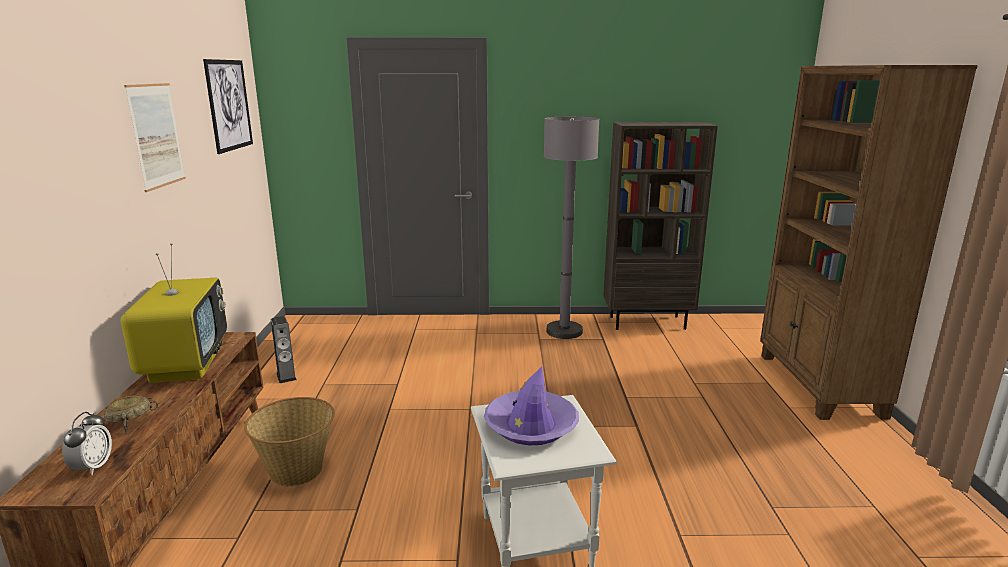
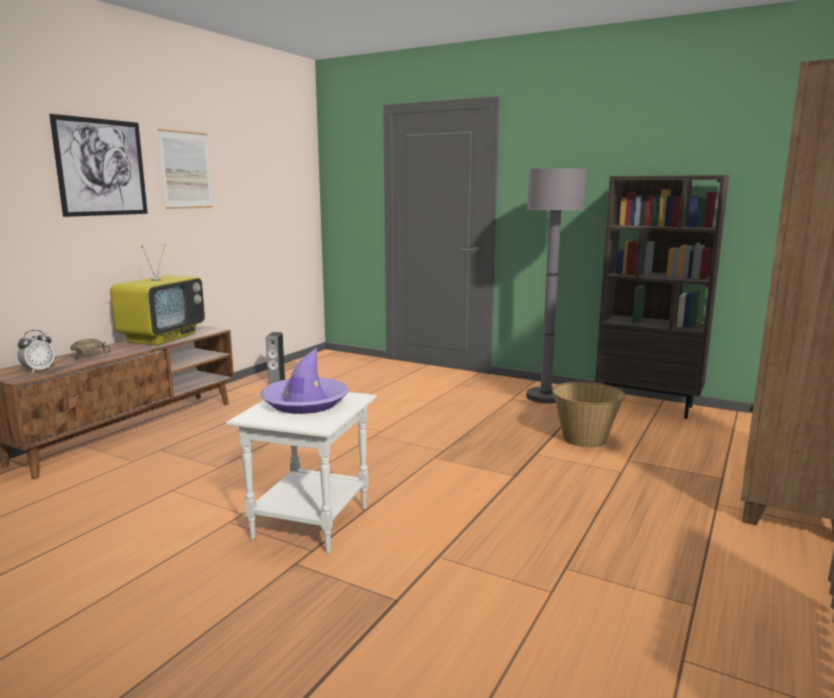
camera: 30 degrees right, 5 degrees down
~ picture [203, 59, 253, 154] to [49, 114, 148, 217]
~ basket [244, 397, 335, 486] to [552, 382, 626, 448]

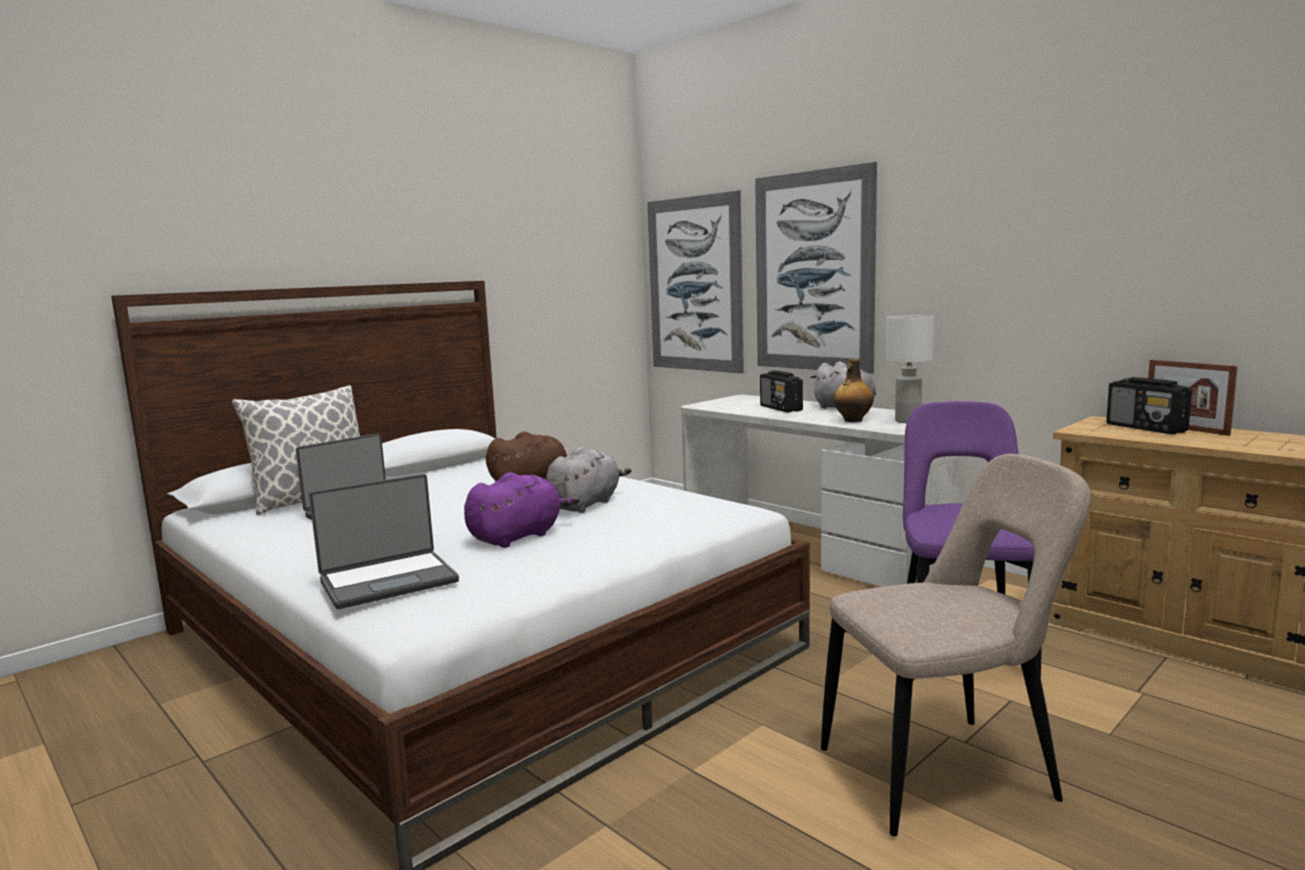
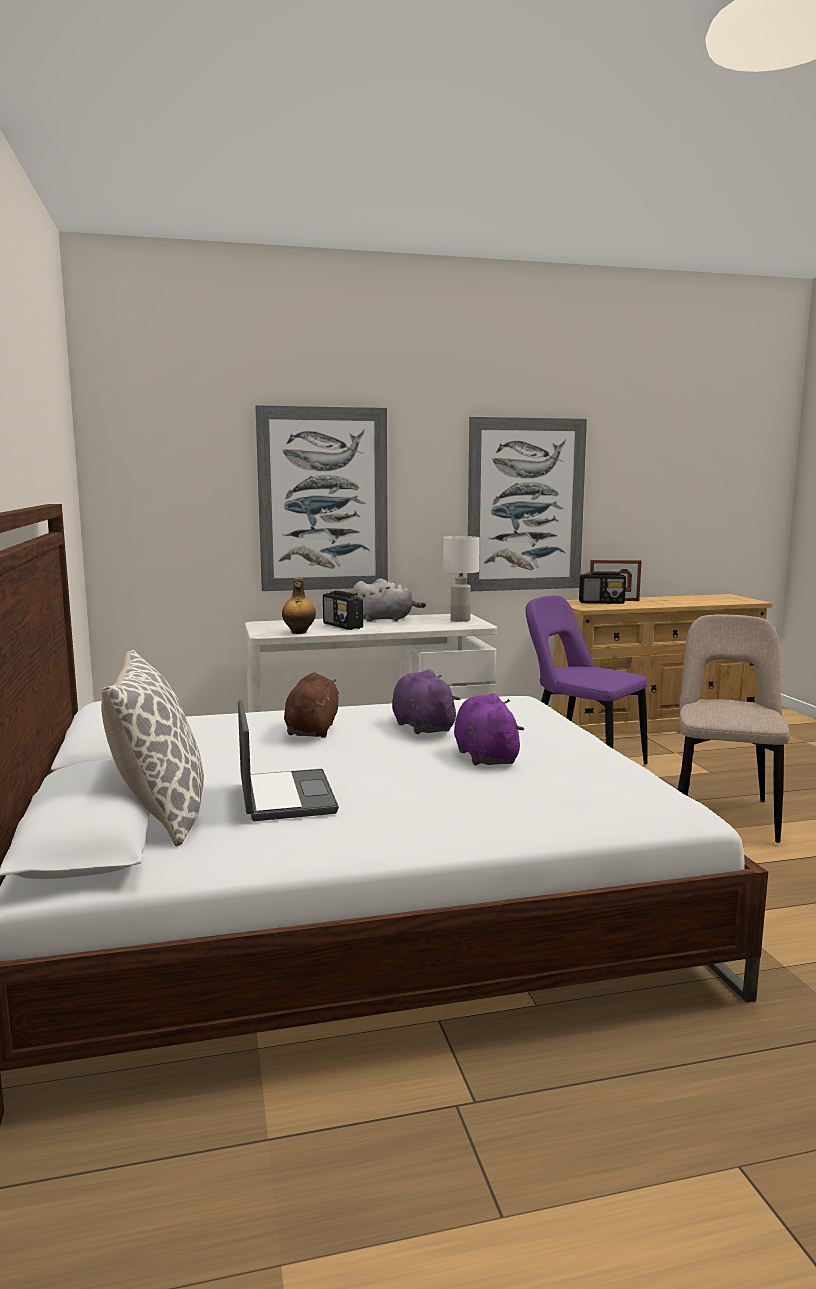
camera: 60 degrees left, 0 degrees up
~ picture [647, 190, 744, 373] to [467, 417, 587, 591]
~ bottle [834, 359, 874, 422] to [282, 578, 316, 634]
~ radio [760, 370, 803, 412] = [323, 590, 363, 630] 45 degrees clockwise
~ grey plush toy [546, 447, 632, 513] to purple plush toy [392, 670, 461, 734]
- laptop [309, 474, 459, 609]

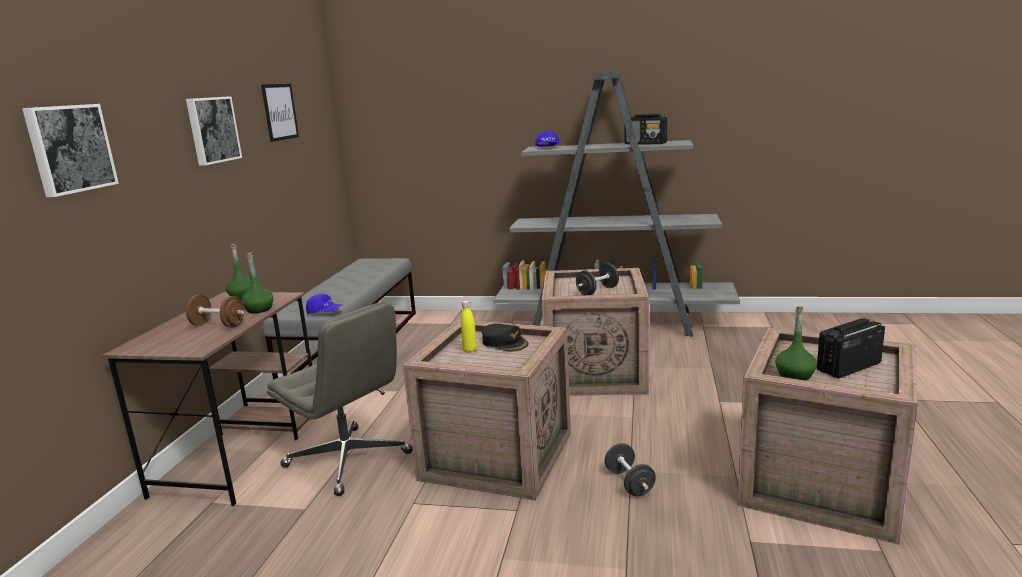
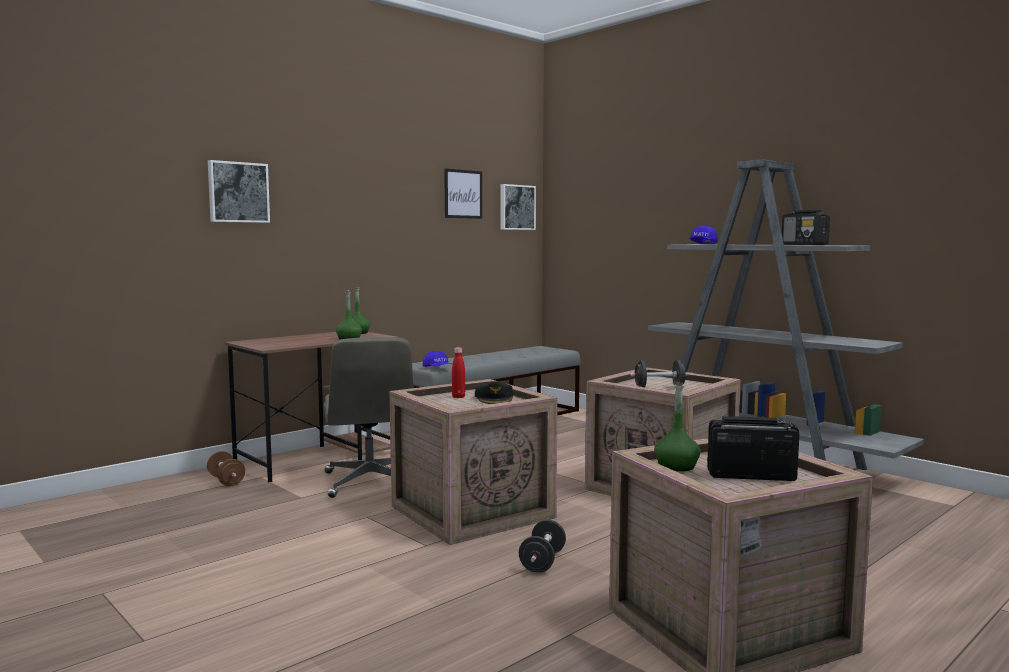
camera: 35 degrees right, 10 degrees down
~ picture [186, 96, 242, 166] to [501, 184, 536, 230]
~ brown dumbbell [186, 295, 245, 328] to [207, 451, 245, 486]
~ yellow bottle [461, 300, 477, 353] to red bottle [452, 347, 465, 398]

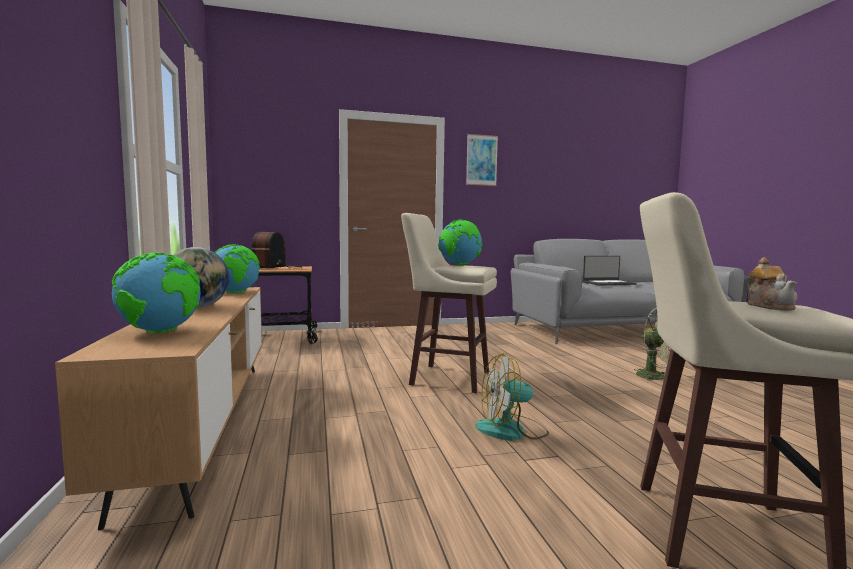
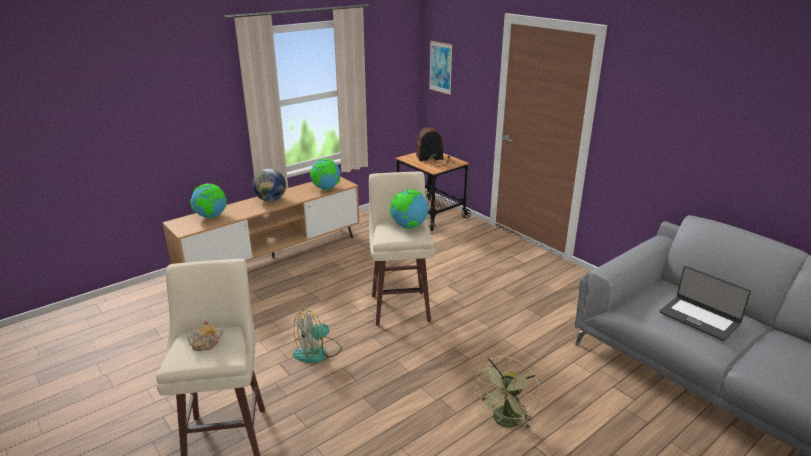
camera: 65 degrees right, 20 degrees up
~ picture [466, 134, 498, 186] to [429, 41, 453, 95]
~ fan [476, 353, 549, 441] = [293, 309, 342, 363] 90 degrees counterclockwise

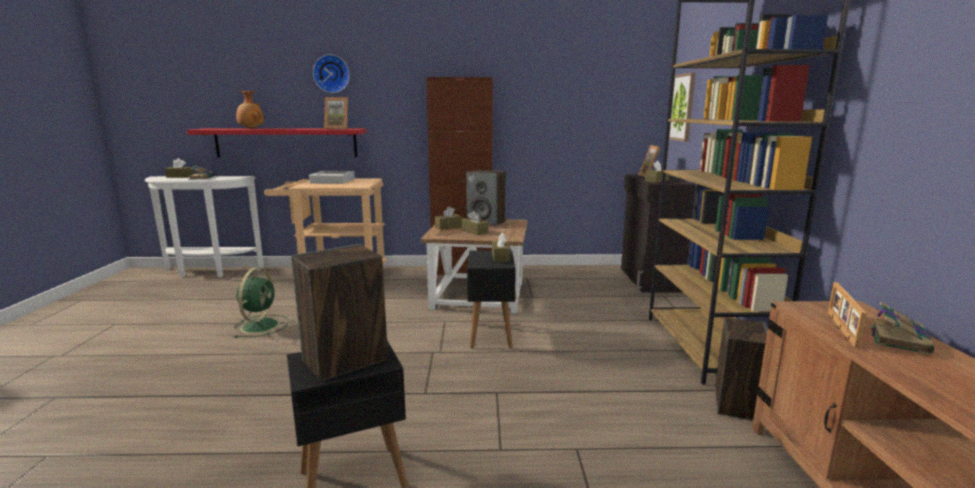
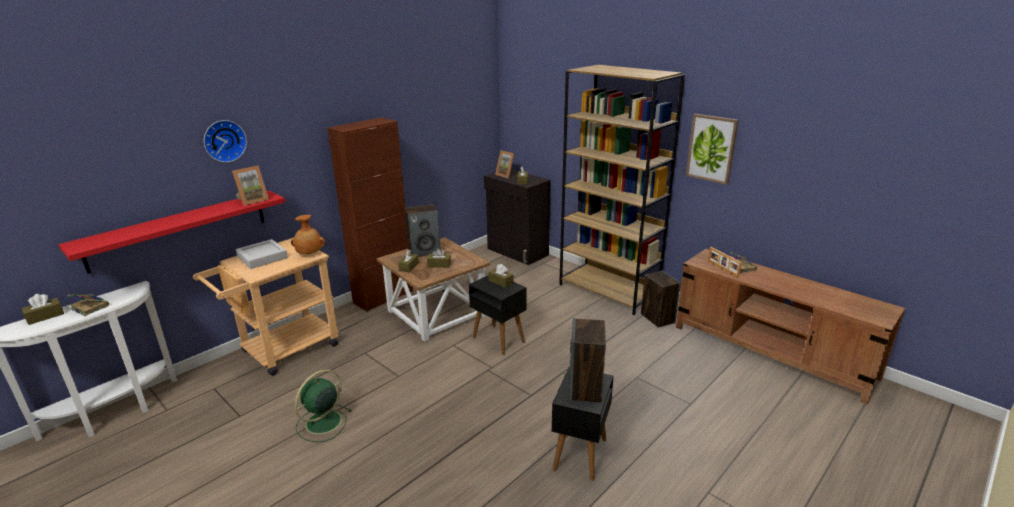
camera: 45 degrees left, 10 degrees up
~ picture [669, 72, 696, 142] to [686, 114, 739, 185]
~ brown vase [236, 91, 264, 129] to [291, 215, 325, 254]
~ green fan [233, 267, 289, 338] = [294, 370, 352, 442] 105 degrees counterclockwise

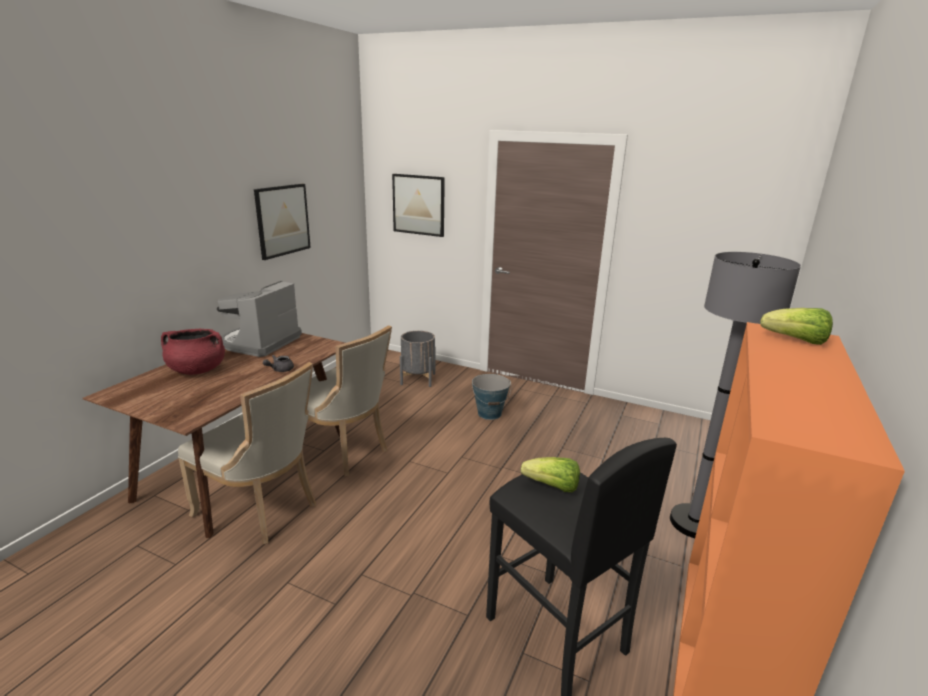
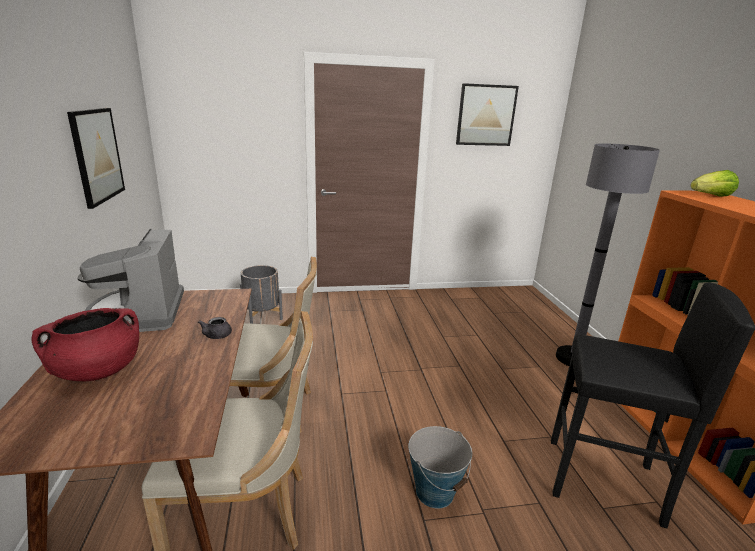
camera: 35 degrees left, 0 degrees up
~ picture [392, 174, 445, 237] to [456, 83, 519, 146]
~ bucket [472, 374, 511, 420] to [409, 426, 472, 509]
- lettuce [521, 457, 580, 492]

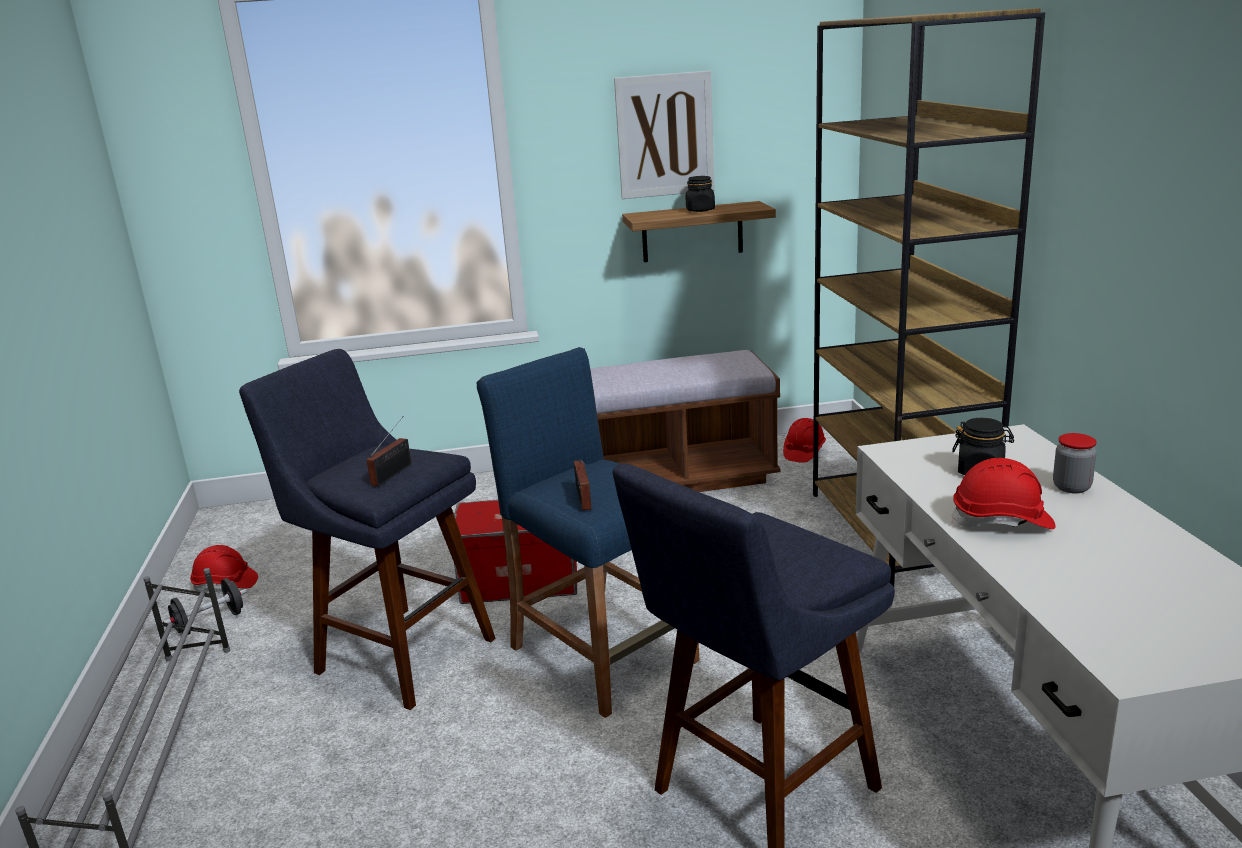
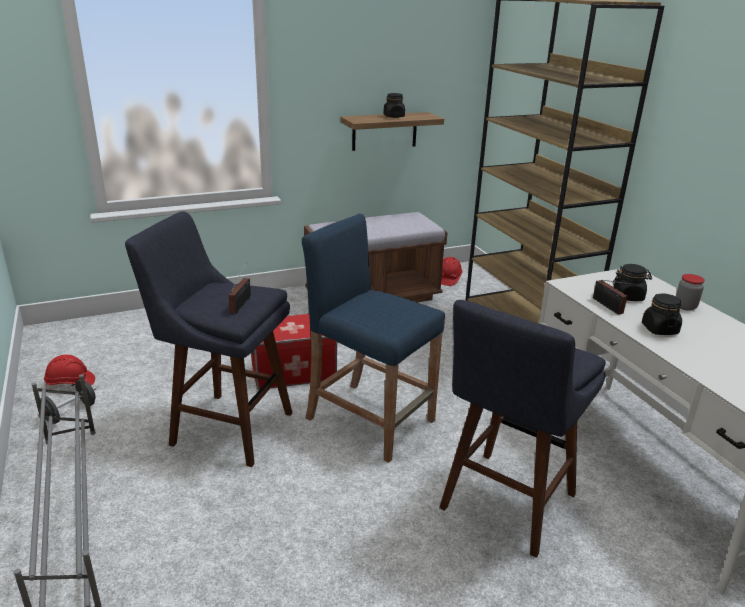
camera: 15 degrees left, 5 degrees up
- picture [614, 71, 715, 199]
~ red hard hat [952, 458, 1056, 529] to black jar [642, 293, 682, 335]
~ radio [574, 460, 591, 511] to [593, 280, 630, 315]

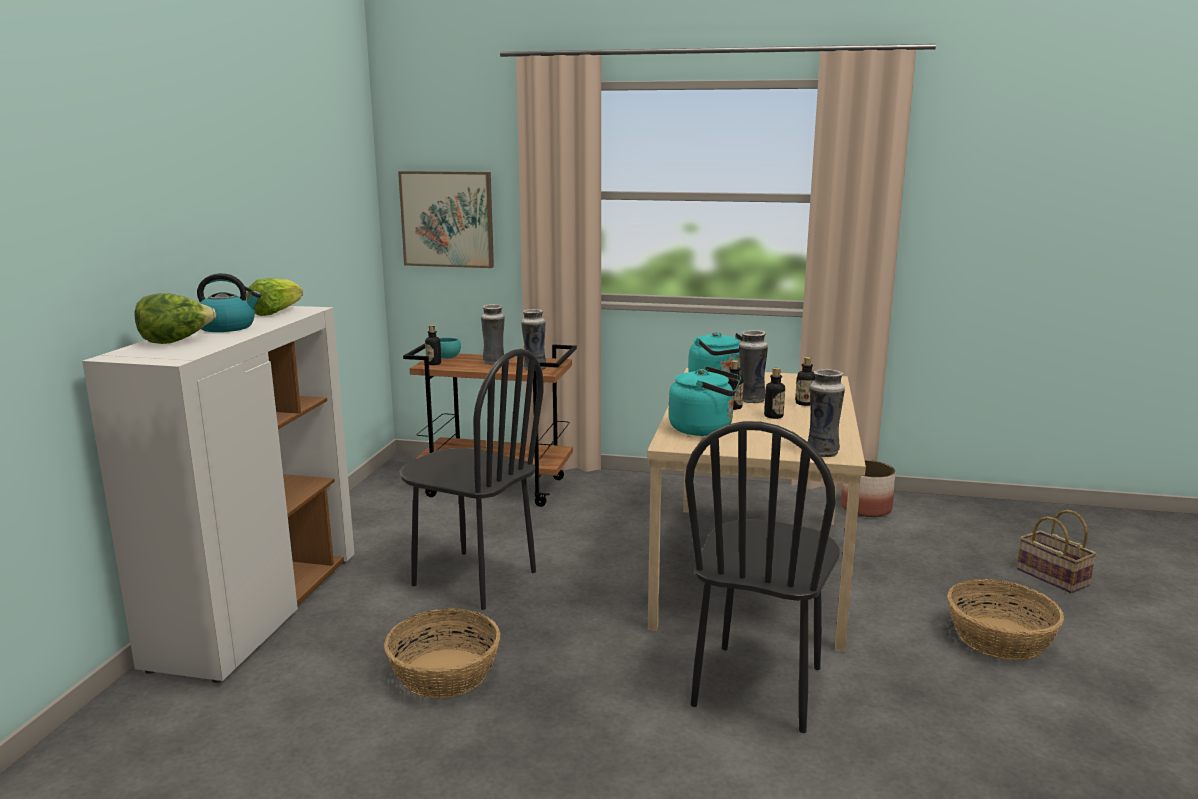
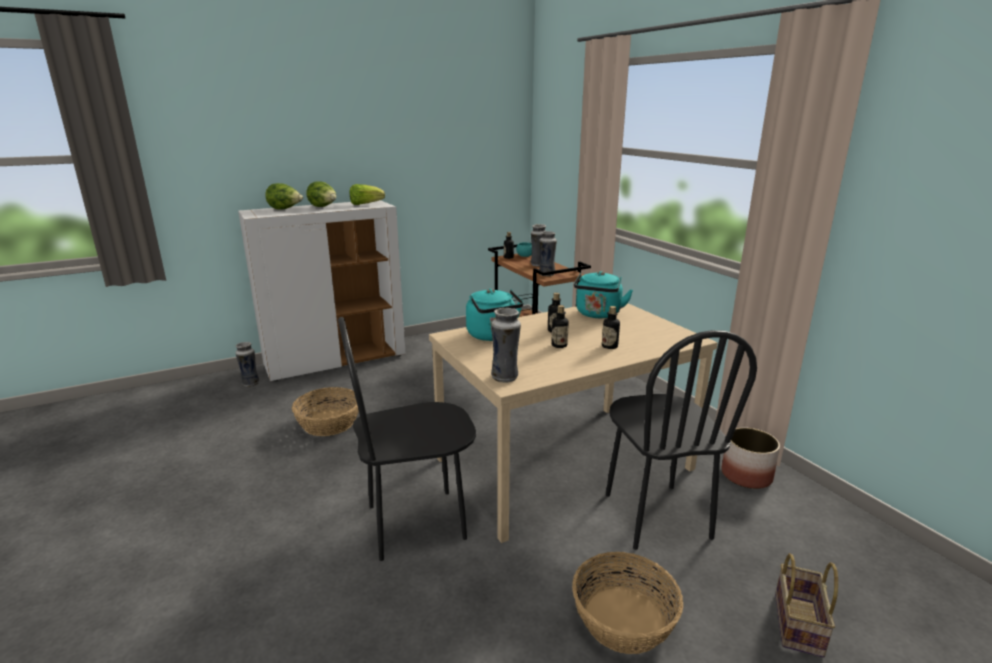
camera: 50 degrees right, 5 degrees up
- picture [398, 171, 494, 268]
~ kettle [197, 273, 261, 332] to lettuce [307, 181, 337, 207]
~ vase [739, 330, 768, 403] to [236, 342, 259, 387]
~ black chair [399, 349, 544, 610] to [606, 330, 757, 550]

